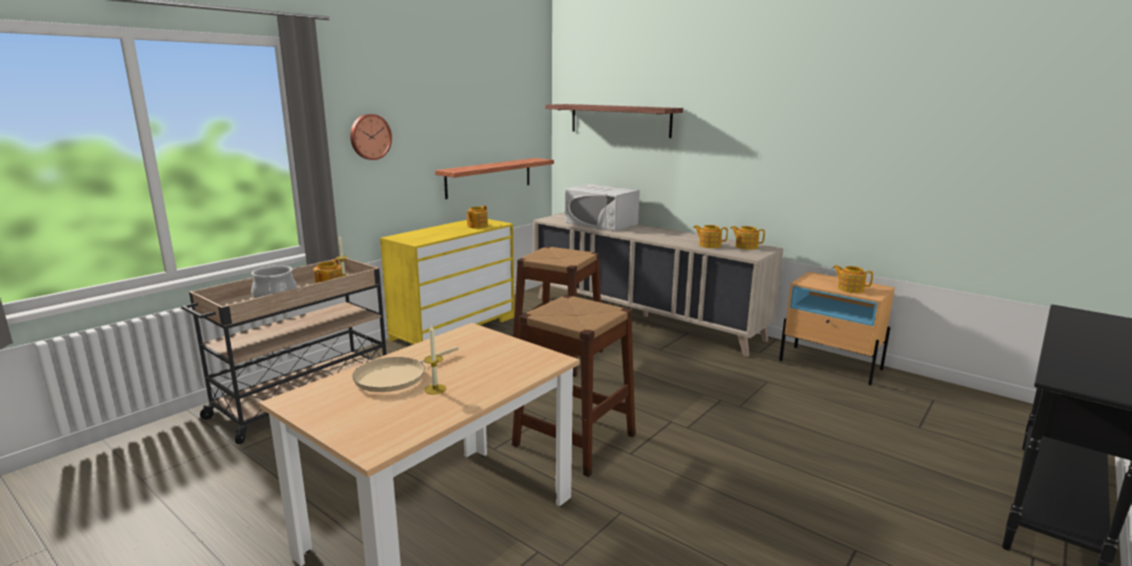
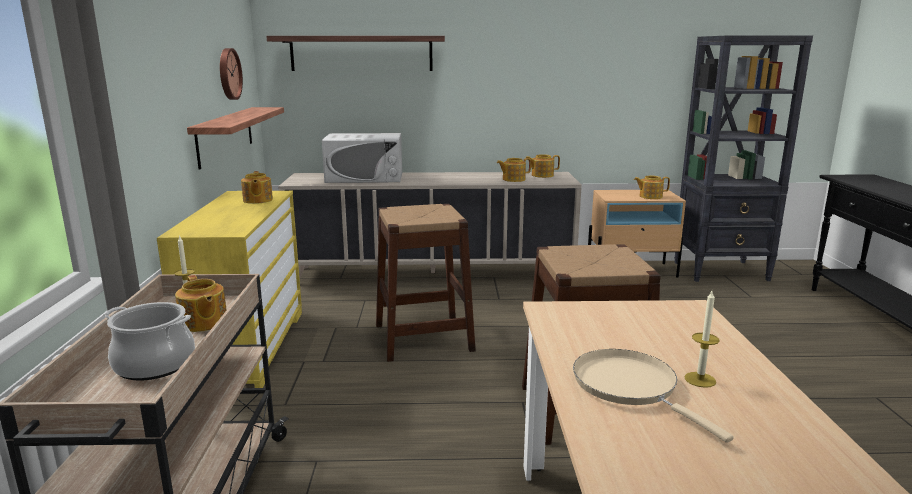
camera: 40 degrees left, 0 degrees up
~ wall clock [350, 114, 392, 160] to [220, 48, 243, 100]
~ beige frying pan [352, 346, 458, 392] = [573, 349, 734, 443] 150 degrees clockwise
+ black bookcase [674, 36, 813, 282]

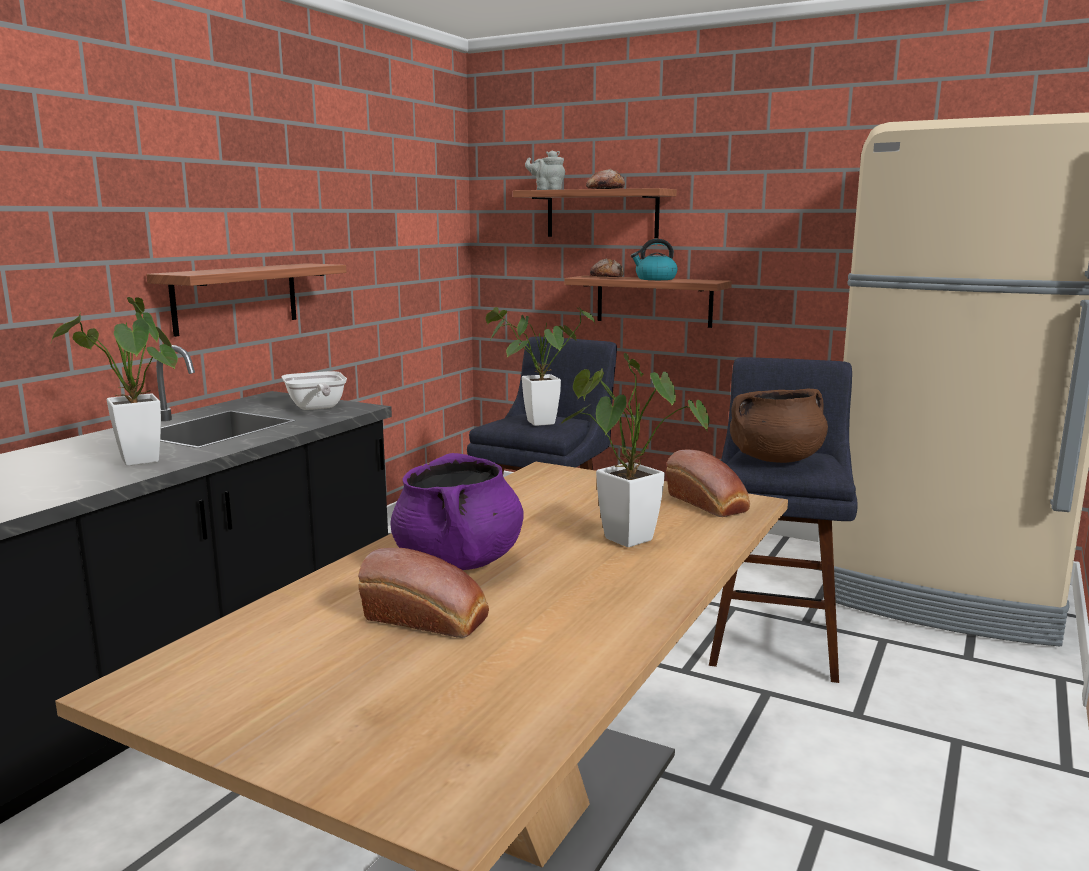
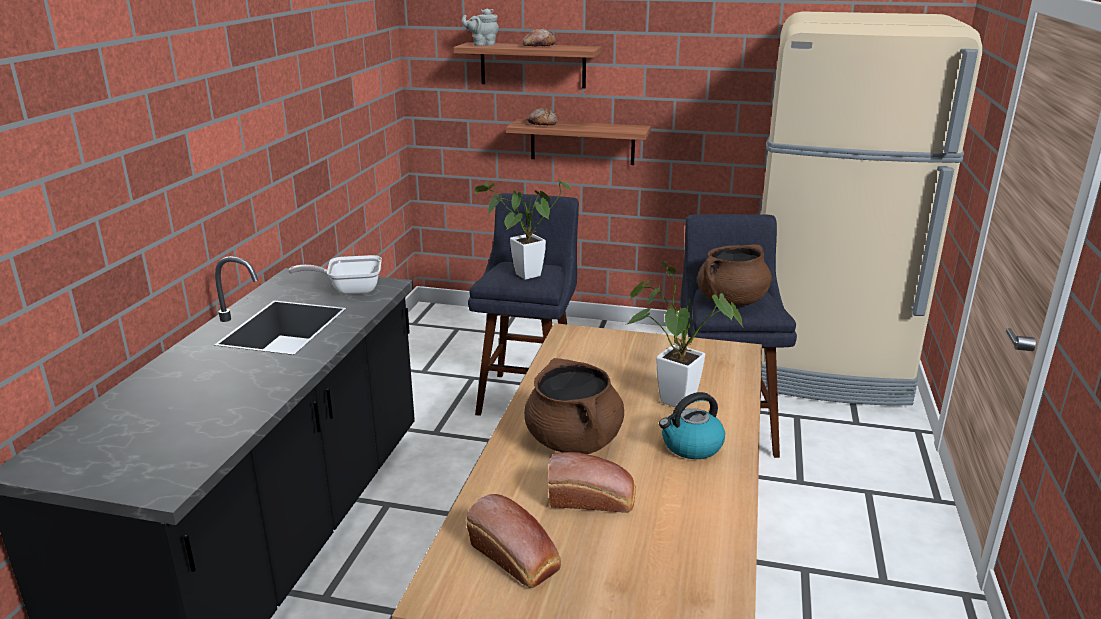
camera: 15 degrees left, 10 degrees up
~ kettle [631, 239, 678, 280] to [659, 392, 725, 459]
- shelf [146, 263, 346, 337]
- potted plant [52, 297, 178, 466]
~ frying pan [282, 371, 347, 410] = [288, 255, 382, 295] 120 degrees clockwise
~ bread [666, 450, 750, 517] to [467, 494, 561, 588]
~ purple cooking pot [390, 453, 524, 570] to brown cooking pot [524, 358, 624, 454]

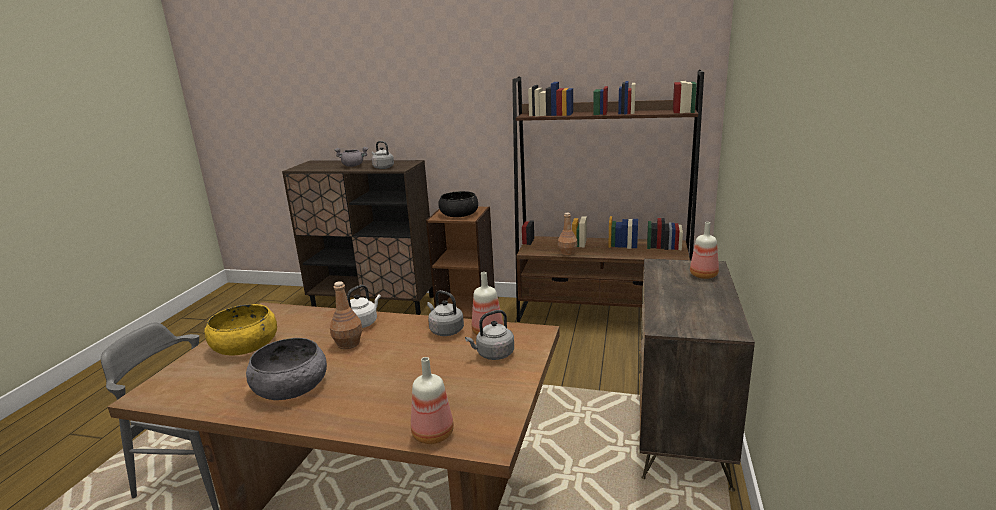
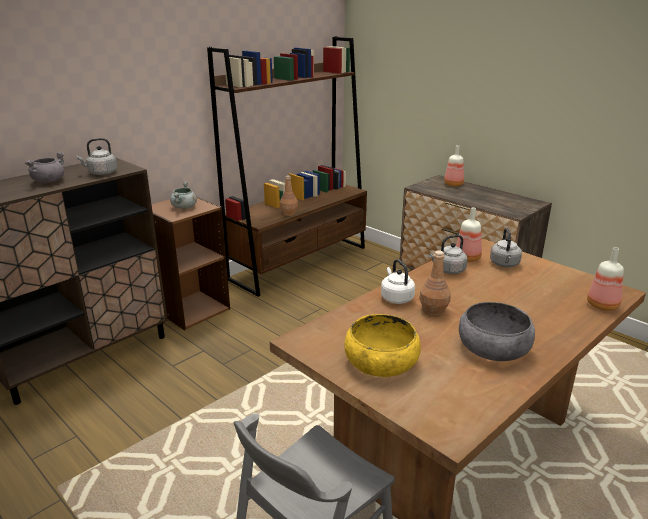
camera: 60 degrees left, 5 degrees up
~ black bowl [438, 191, 478, 217] to grey cooking pot [170, 181, 197, 209]

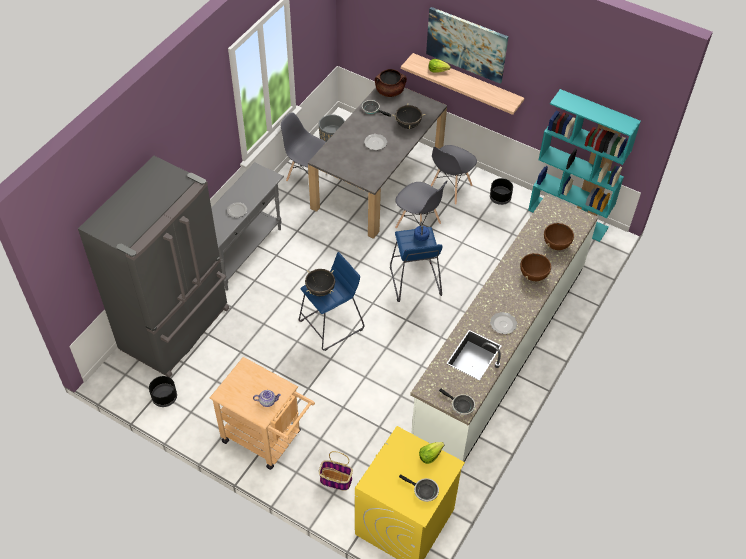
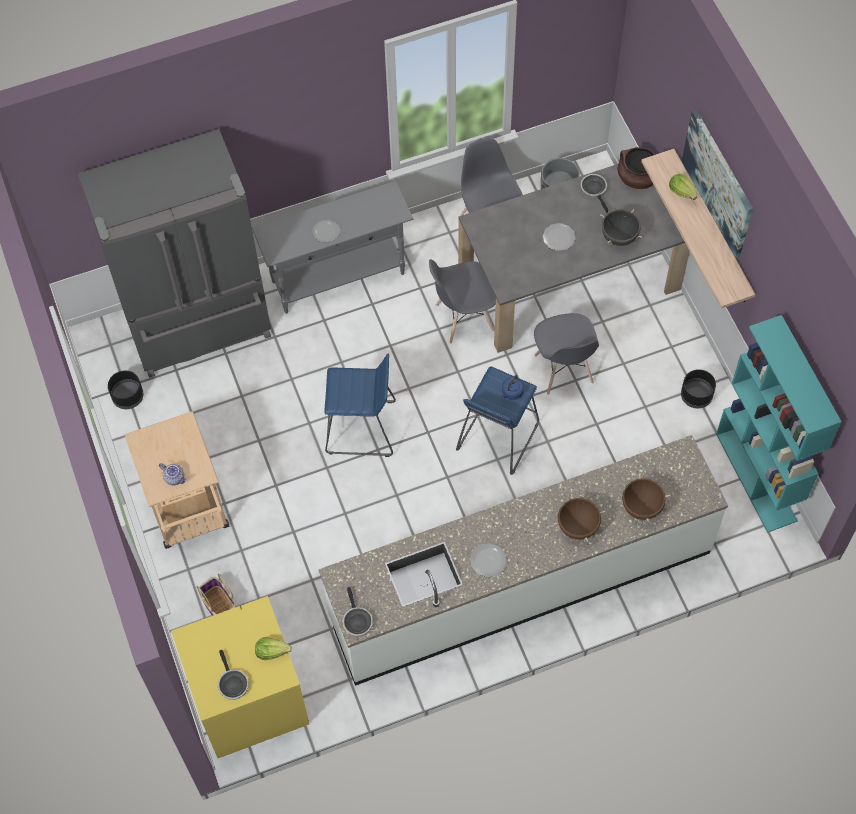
camera: 40 degrees right, 10 degrees up
~ grey chair [431, 145, 477, 205] to [429, 259, 496, 343]
- black cooking pot [305, 269, 335, 296]

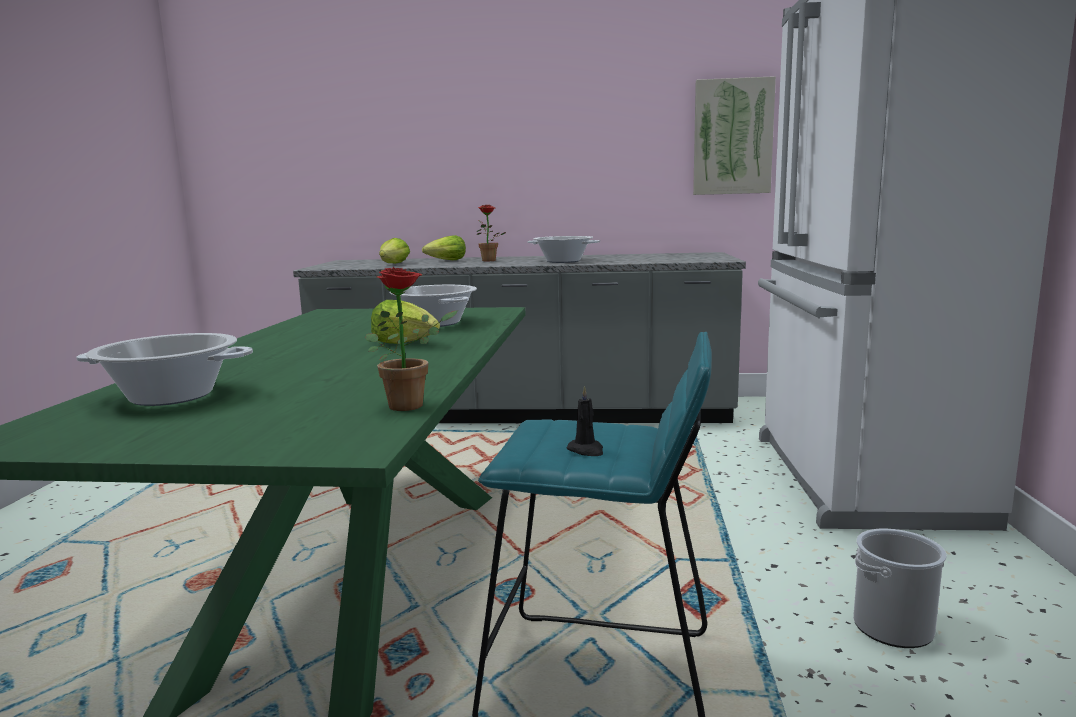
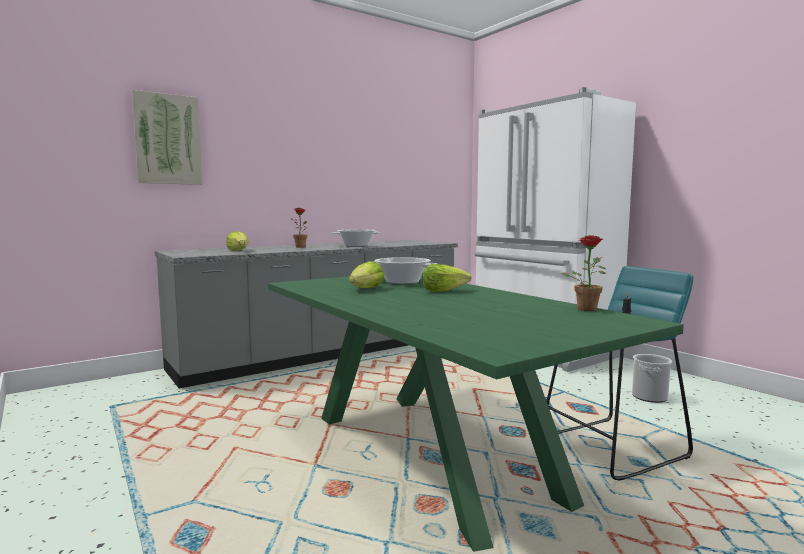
camera: 40 degrees left, 5 degrees down
~ picture [693, 76, 776, 195] to [132, 90, 203, 185]
~ lettuce [422, 235, 466, 260] to [349, 261, 385, 288]
- cooking pot [76, 333, 253, 406]

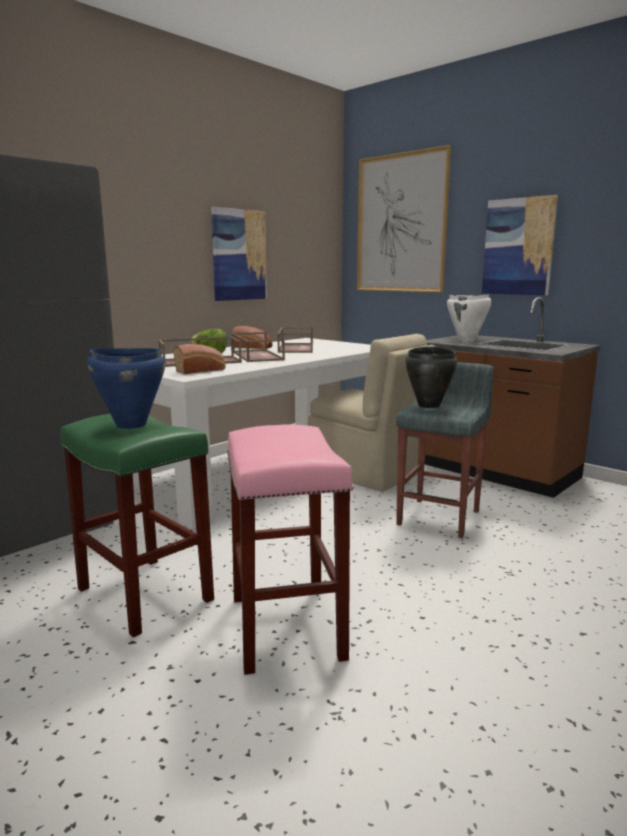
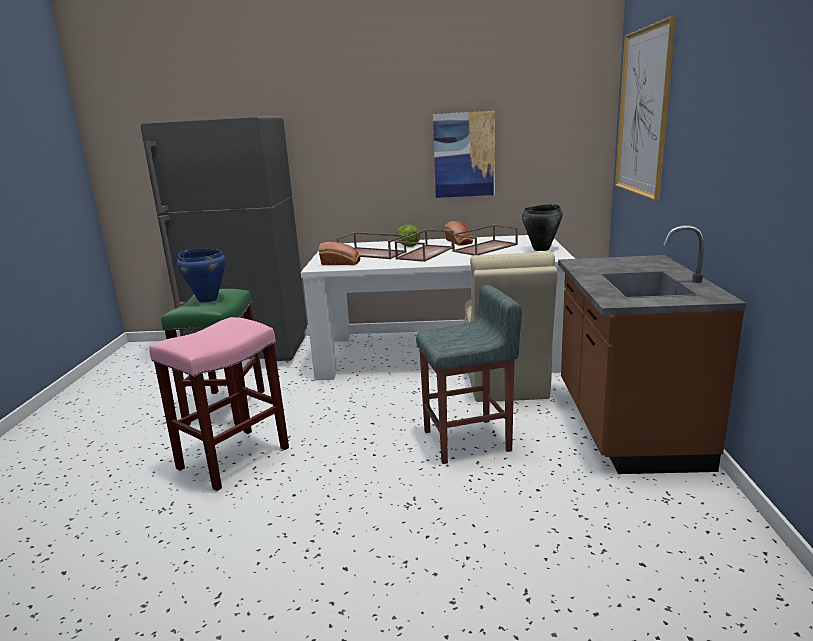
camera: 50 degrees right, 5 degrees up
- picture [482, 195, 558, 295]
- white cooking pot [447, 294, 492, 341]
~ black cooking pot [405, 346, 458, 408] to [522, 204, 563, 251]

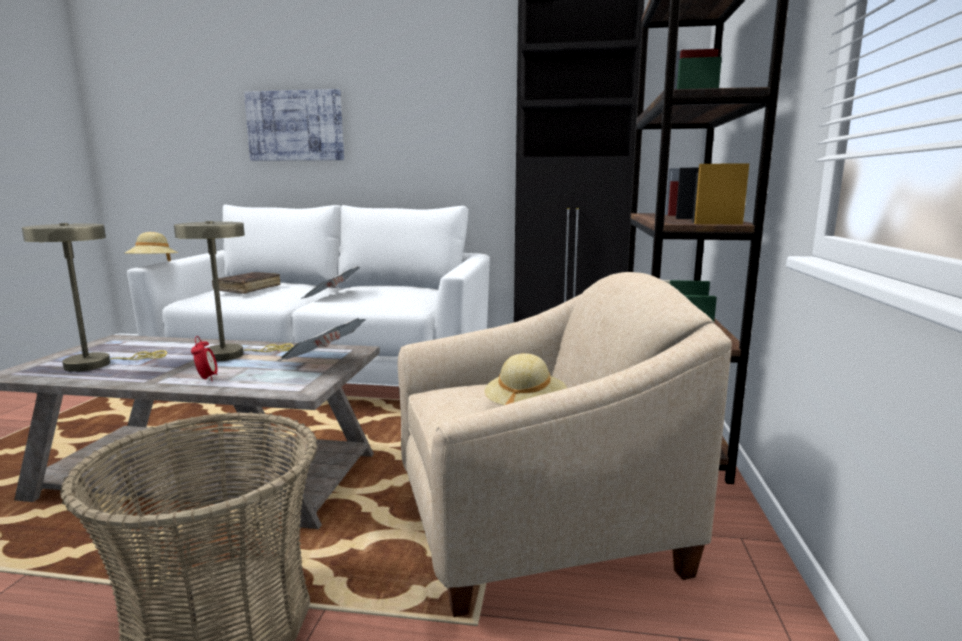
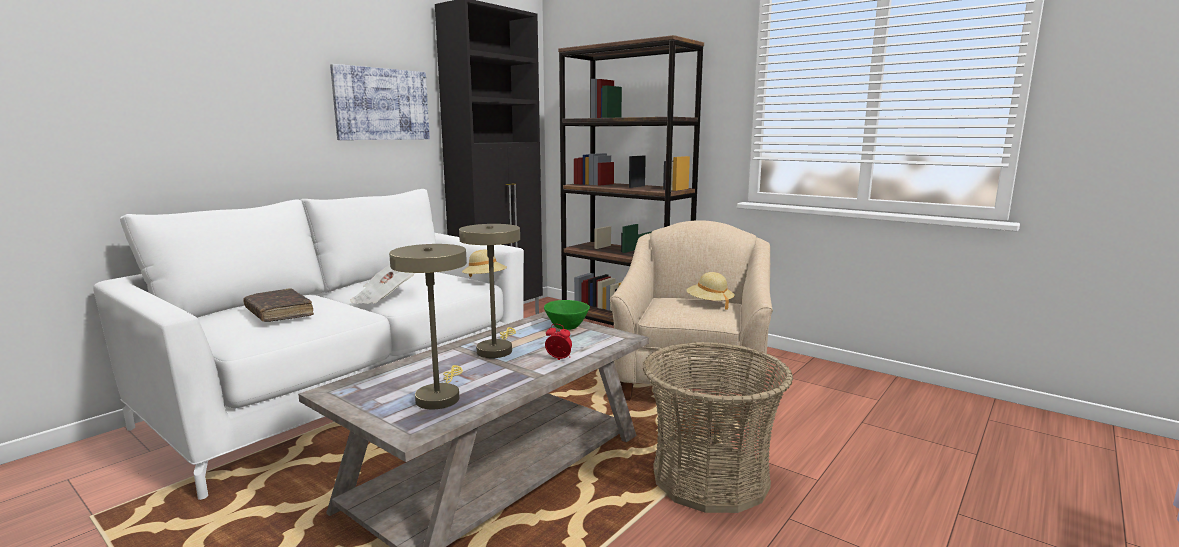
camera: 60 degrees left, 0 degrees up
~ picture [244, 89, 344, 161] to [330, 64, 430, 140]
~ beige hat [125, 232, 178, 262] to [462, 250, 507, 277]
~ newspaper [277, 318, 365, 361] to green bowl [544, 300, 590, 330]

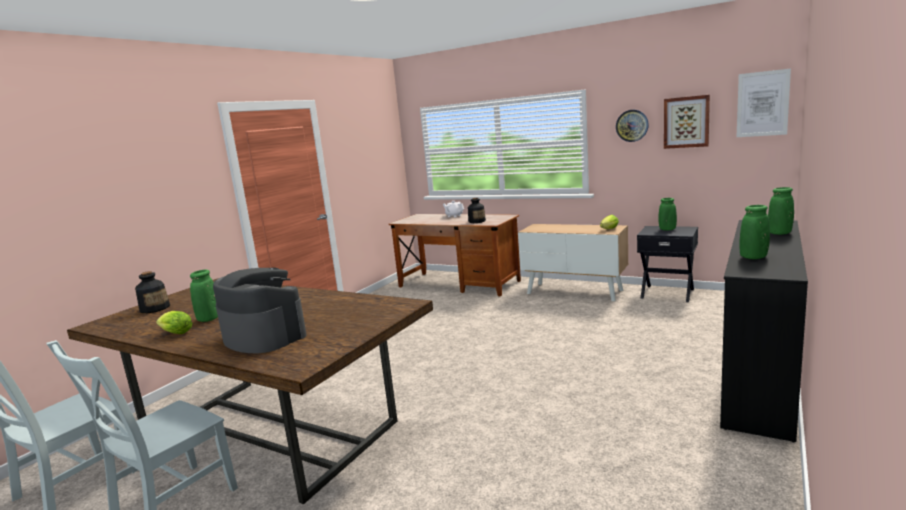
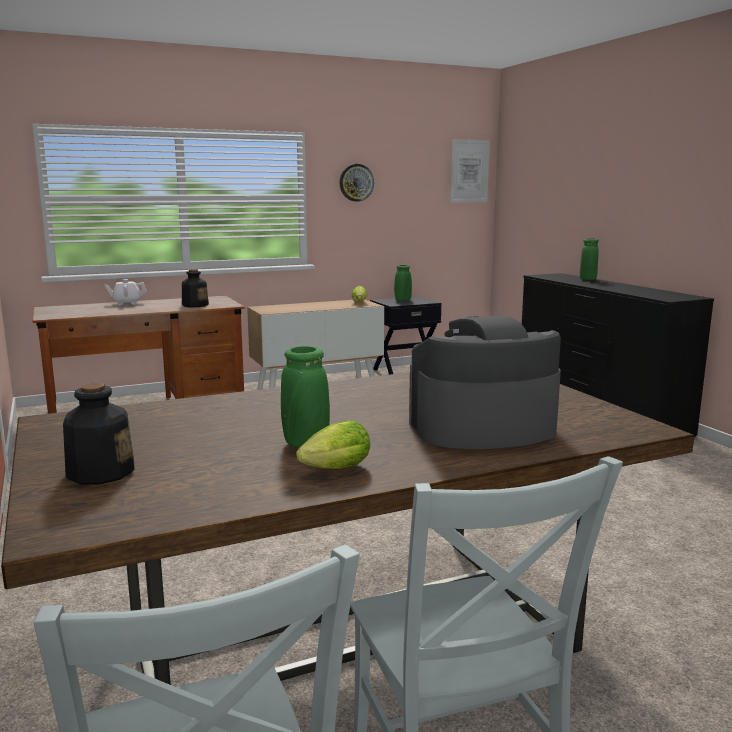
camera: 55 degrees left, 0 degrees up
- picture [664, 95, 710, 149]
- green vase [739, 205, 770, 259]

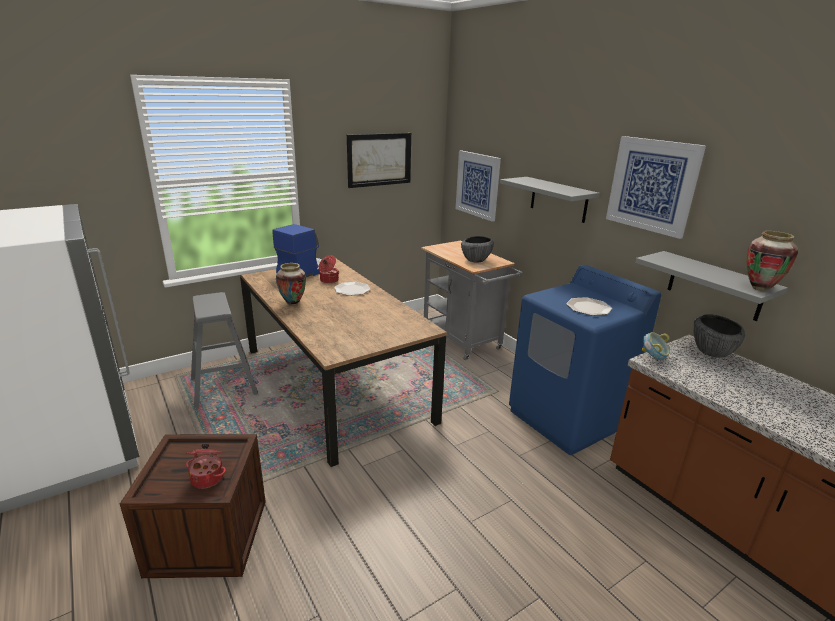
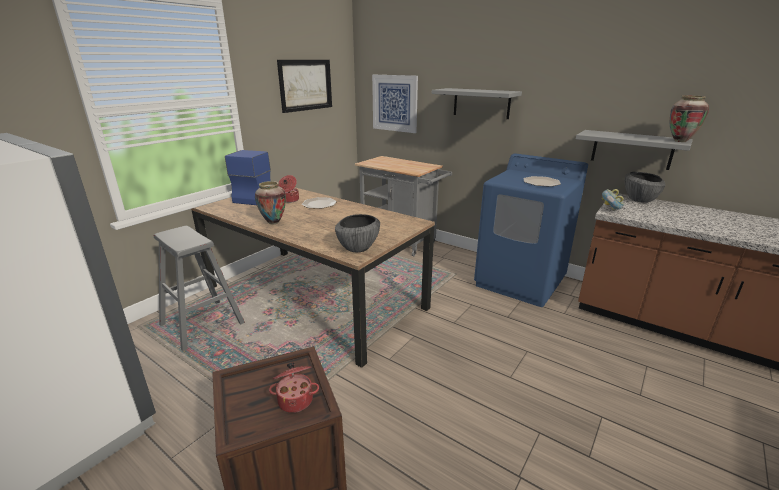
camera: 20 degrees left, 0 degrees up
- picture [606, 136, 706, 239]
~ bowl [461, 236, 494, 263] to [335, 214, 380, 252]

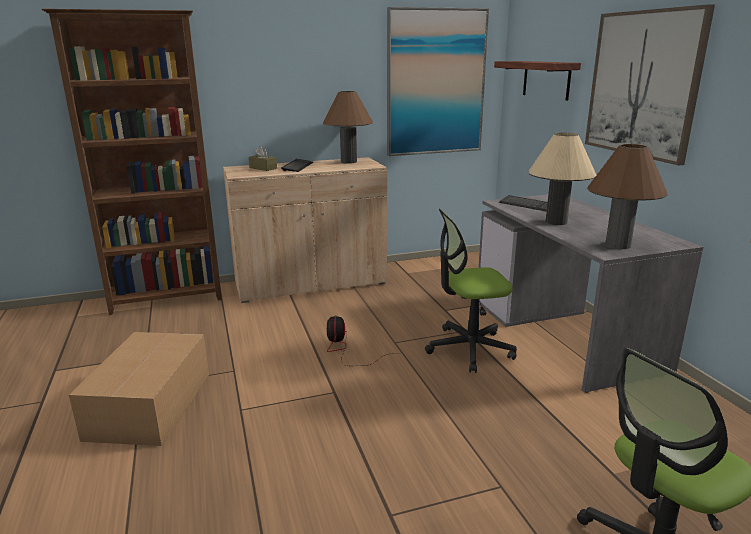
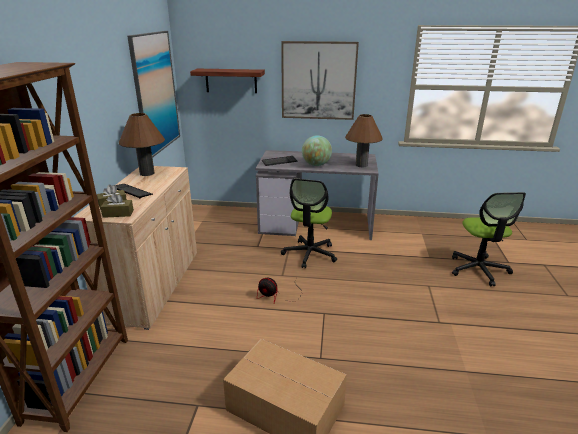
camera: 65 degrees left, 5 degrees up
~ beige table lamp [528, 132, 596, 225] to globe [302, 135, 332, 166]
+ brown tissue box [101, 193, 134, 218]

